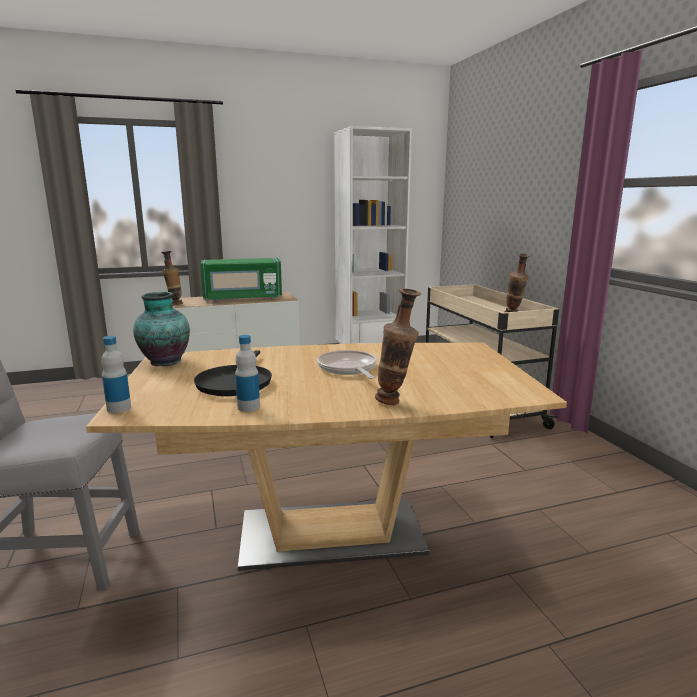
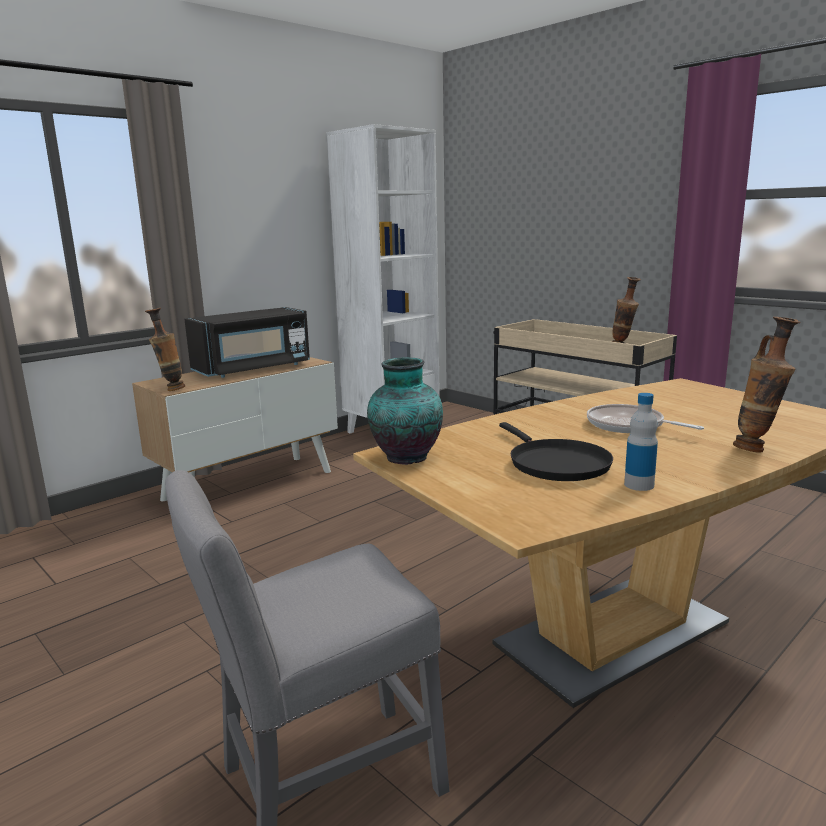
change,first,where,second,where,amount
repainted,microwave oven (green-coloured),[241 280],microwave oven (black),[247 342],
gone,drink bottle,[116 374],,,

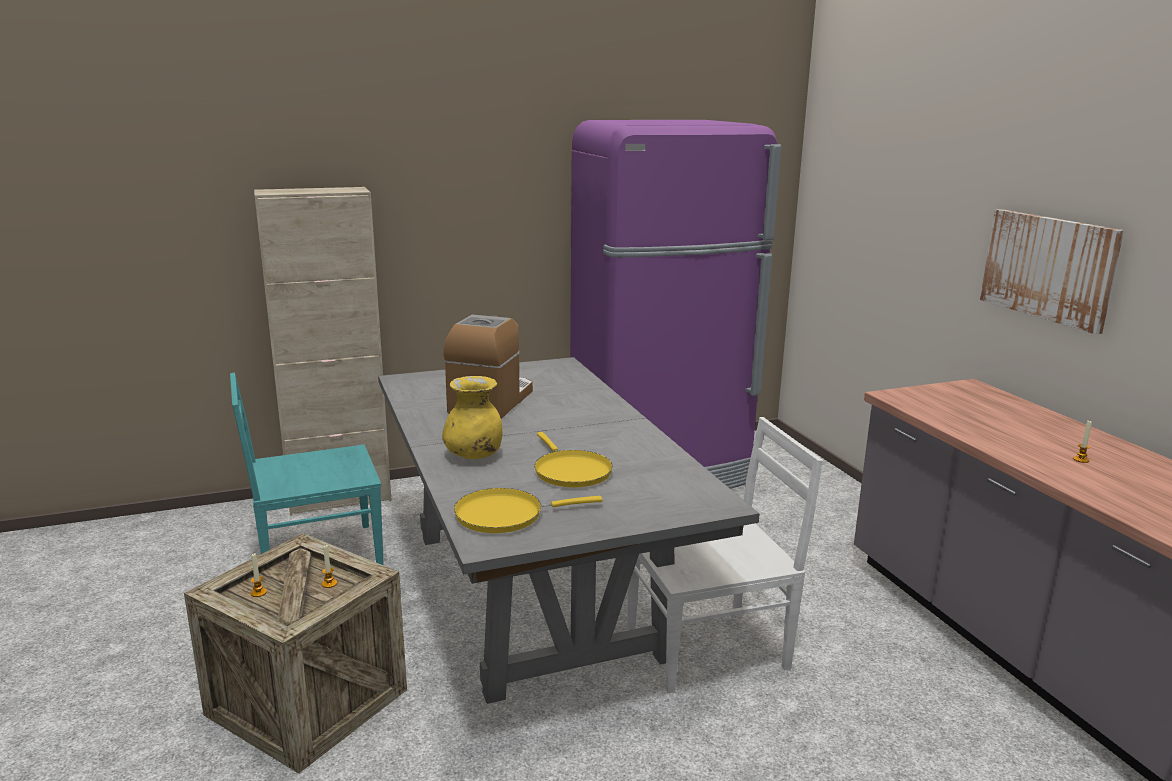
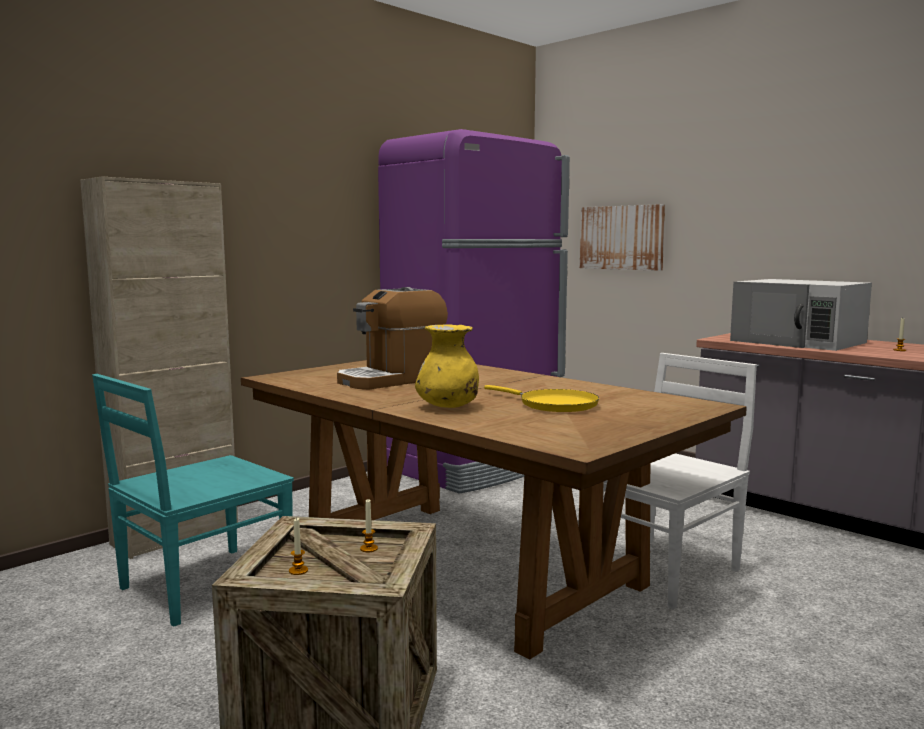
change,first,where,second,where,amount
shifted,picture,[1052 271],,[622 237],
rotated,coffee brewer,[488 367],,[392 338],120 degrees counterclockwise
repainted,dining table (grey),[569 530],dining table (brownish),[494 509],
gone,frying pan (yellow),[528 510],,,
new,,,microwave oven (white),[801 315],

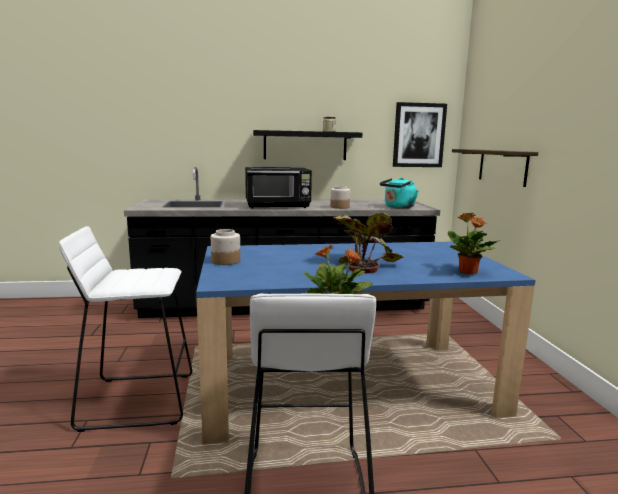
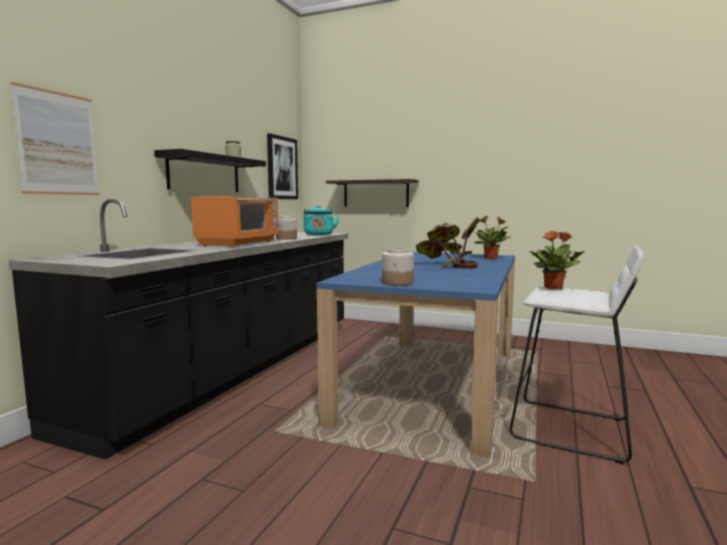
change,first,where,second,where,amount
repainted,microwave oven (black),[278 187],microwave oven (orangey),[235 221],
gone,stool seat (white),[125 329],,,
new,,,picture,[55 138],

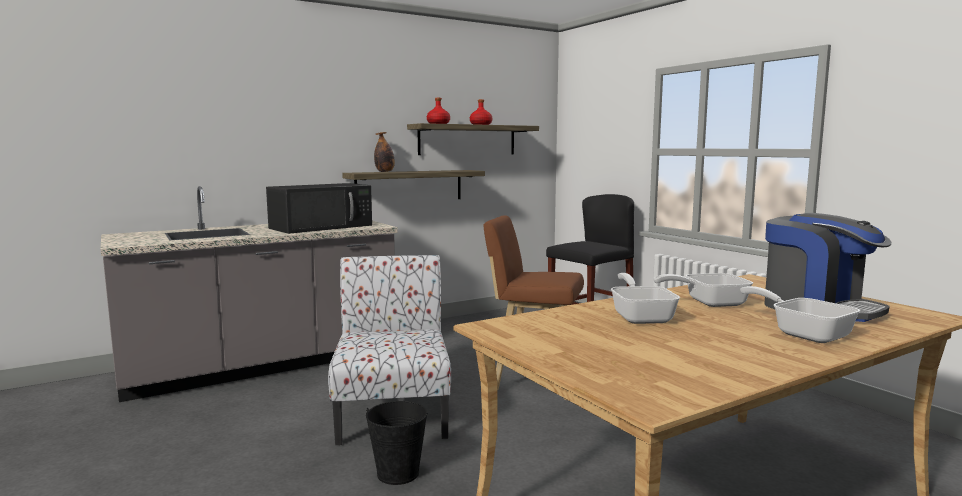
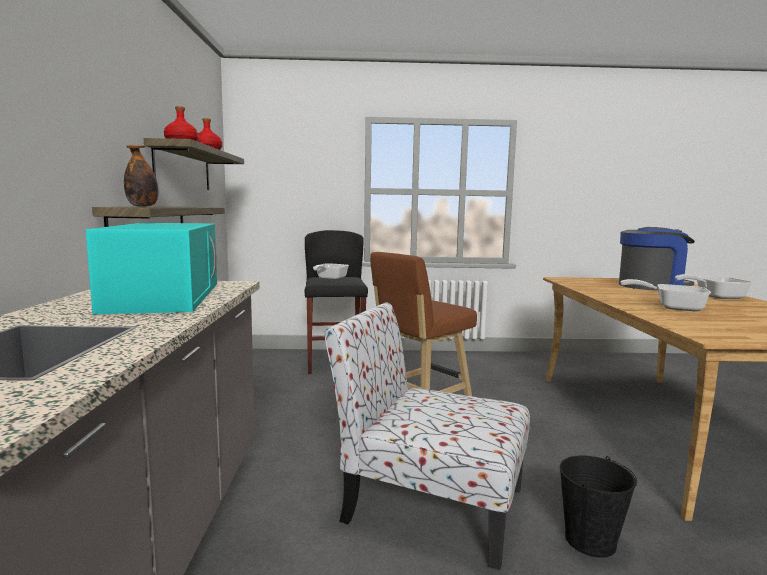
change,first,where,second,where,amount
repainted,microwave oven (black),[319 208],microwave oven (turquoise-coloured),[151 268],
shifted,frying pan,[703 290],,[331 271],

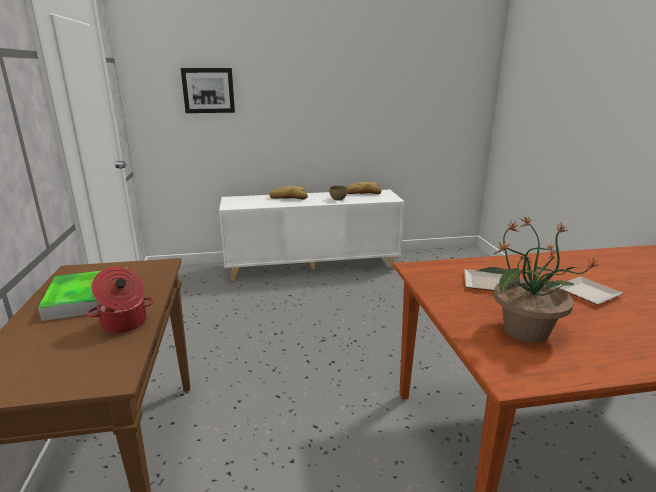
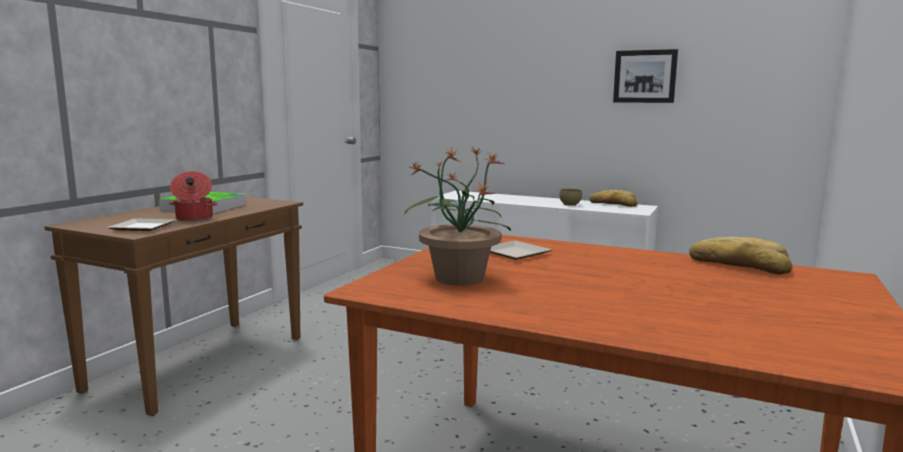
change,first,where,second,where,amount
shifted,picture,[208 90],,[645 76],
shifted,bread,[289 192],,[740 256],
shifted,flat dish,[589 291],,[142 224],

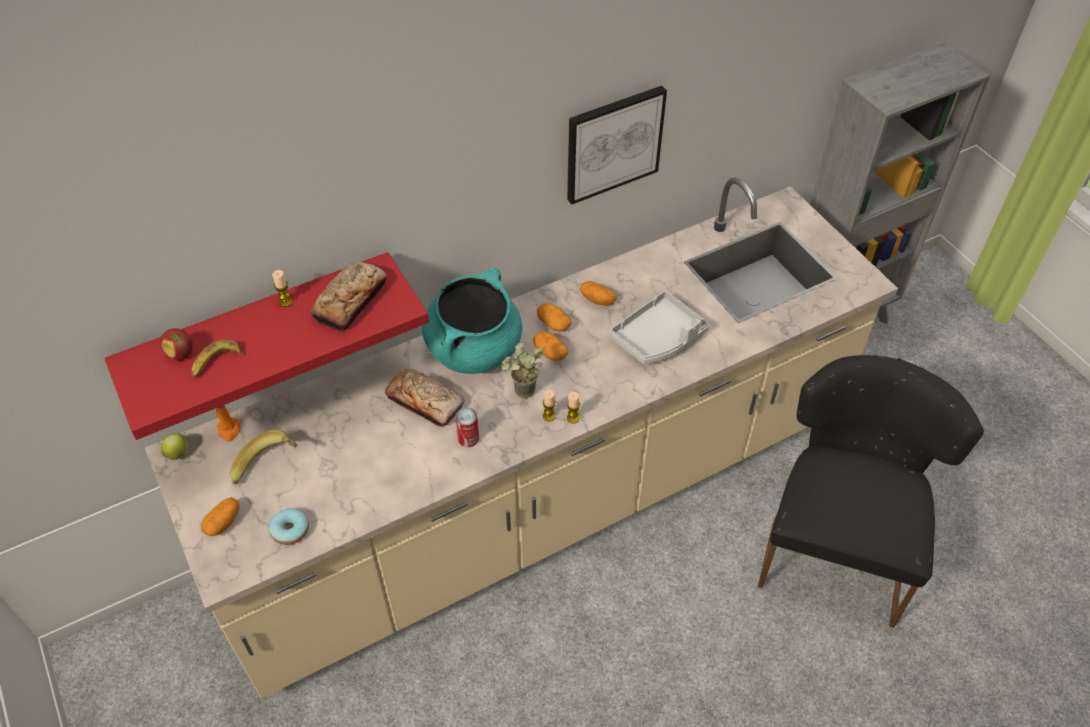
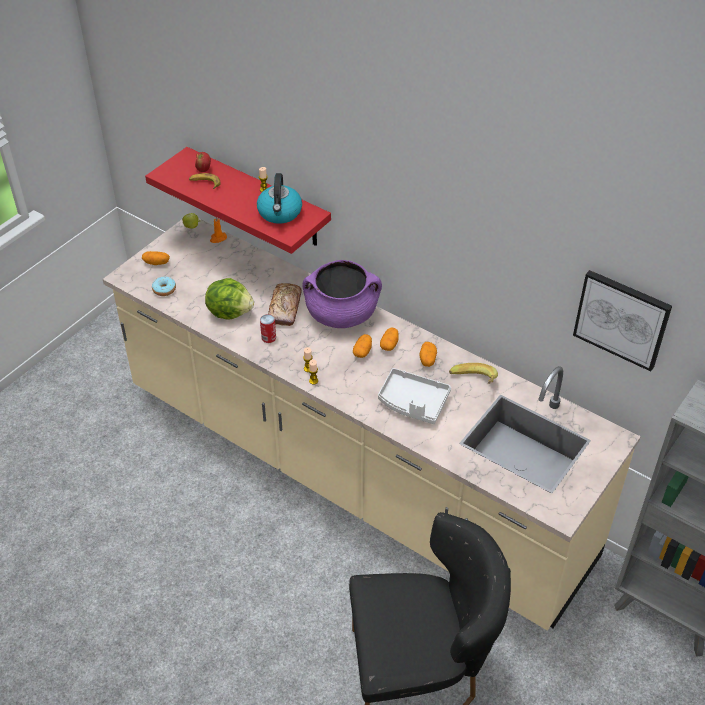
change,first,where,second,where,amount
shifted,picture,[617 145],,[622 320],
swapped,bread,[349 297],tea kettle,[279 198],
repainted,saucepot (turquoise-coloured),[472 321],saucepot (purple),[342 294],
gone,plant in a pot,[523 370],,,
shifted,banana,[264 456],,[473 373],
new,,,head of lettuce,[229 299],

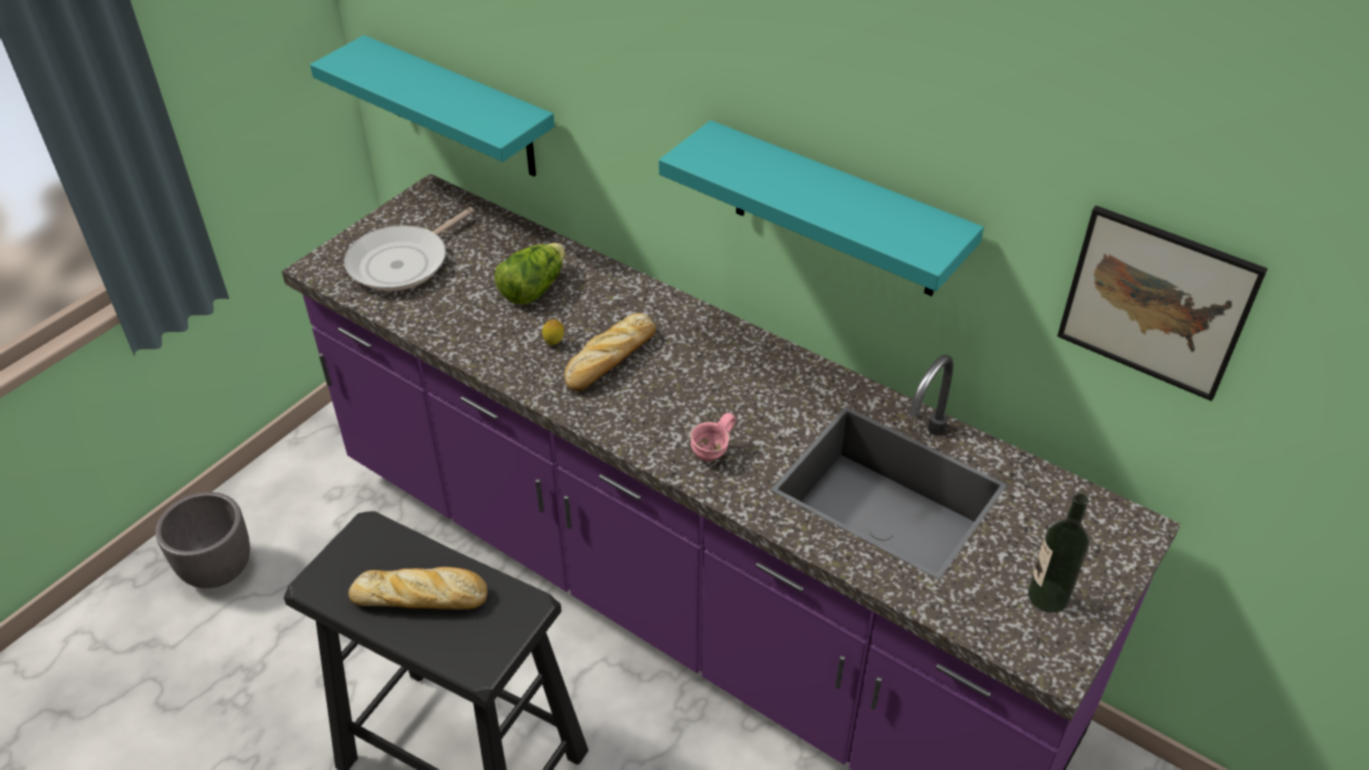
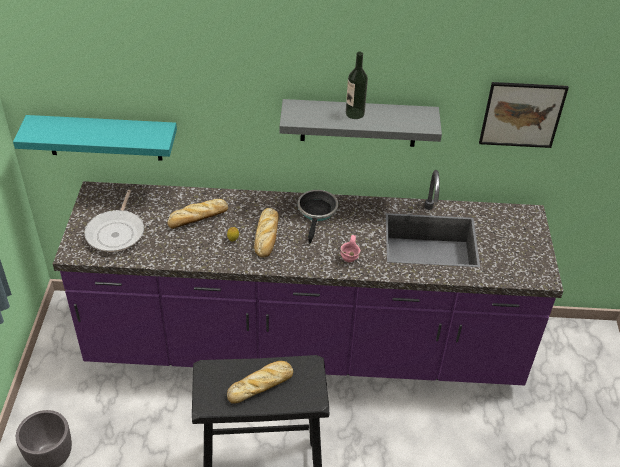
change,first,where,second,where,amount
repainted,wall shelf (turquoise-coloured),[821 208],wall shelf (grey),[360 123],
swapped,head of lettuce,[529 274],bread,[197 214],
shifted,drink bottle,[1058 553],,[357 85],
new,,,frying pan,[318 217],

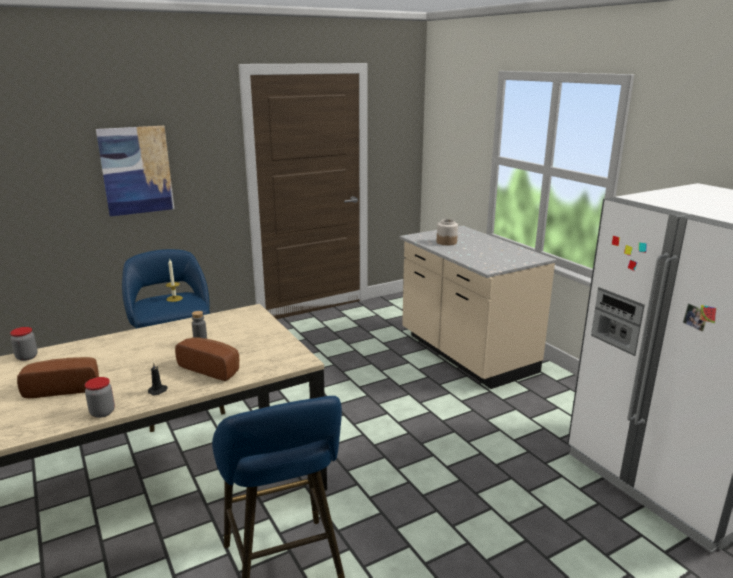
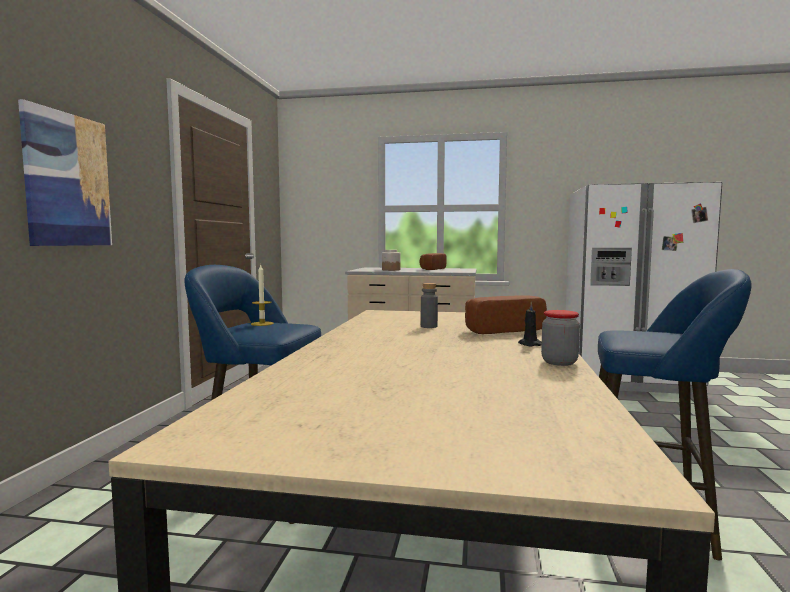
change,first,where,second,where,amount
gone,preserve jar,[24 344],,,
shifted,bread,[58 377],,[432 261],

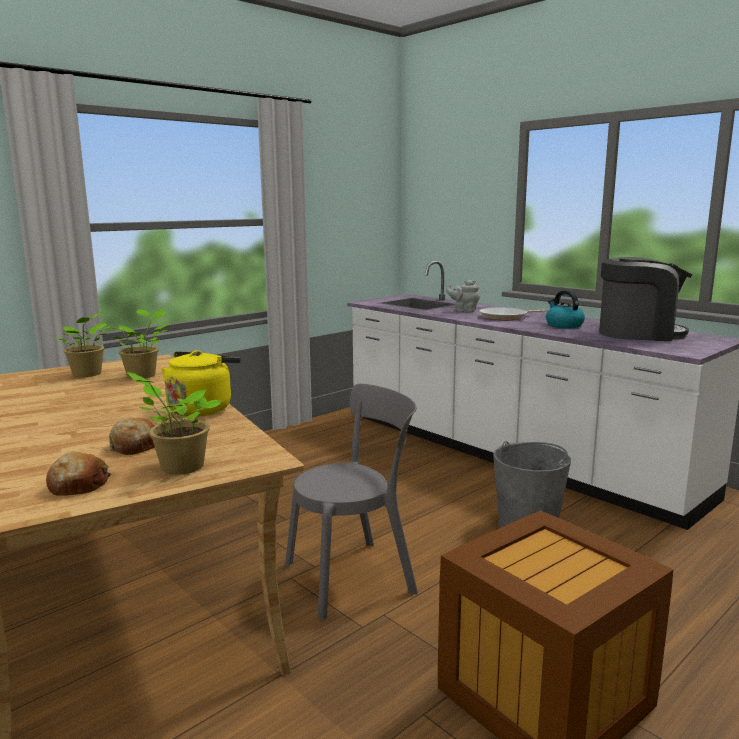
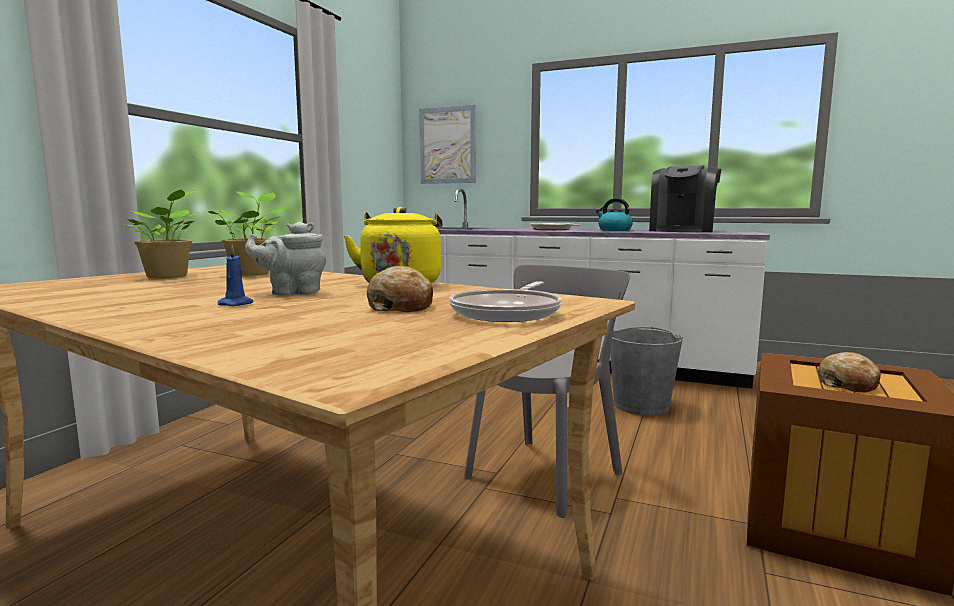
change,first,where,second,where,amount
rotated,coffee brewer,[645 299],,[685 198],135 degrees clockwise
shifted,teapot (grey),[463 296],,[285 259],
swapped,plant in a pot,[174 423],frying pan,[505 301],
shifted,bread,[78 473],,[849 372],
new,,,picture,[447 144],
new,,,candle (blue-coloured),[235 275],

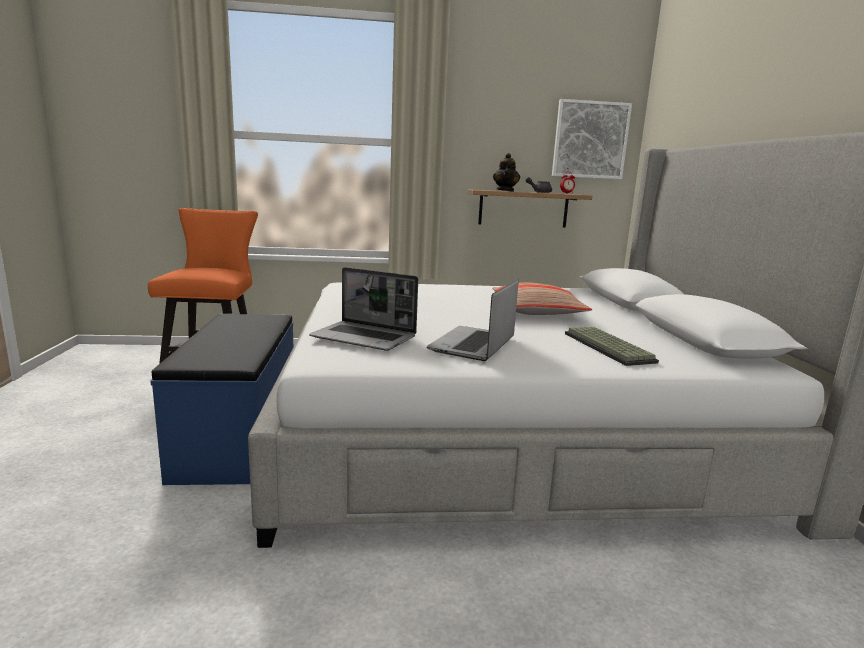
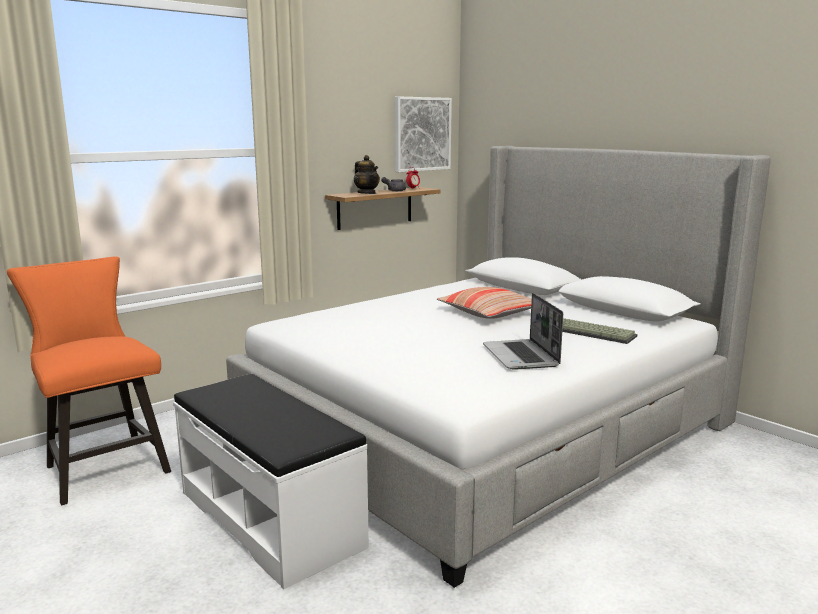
change,first,where,second,where,amount
gone,notebook computer,[363 309],,,
repainted,long seat (blue-coloured),[221 399],long seat (white),[271 481],

